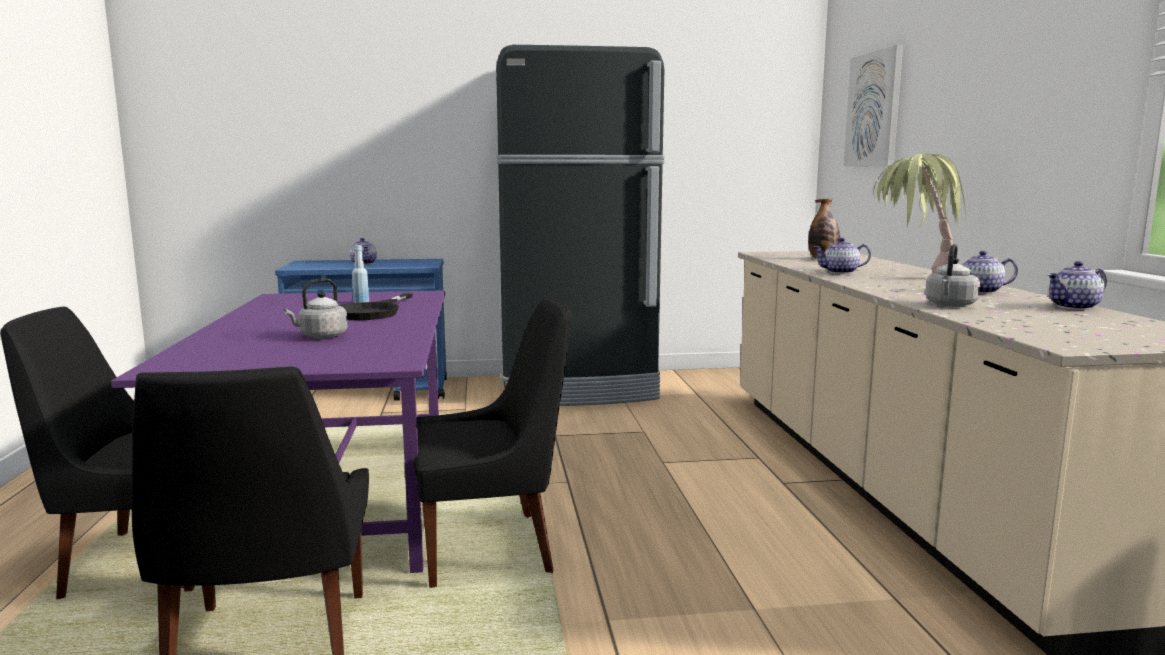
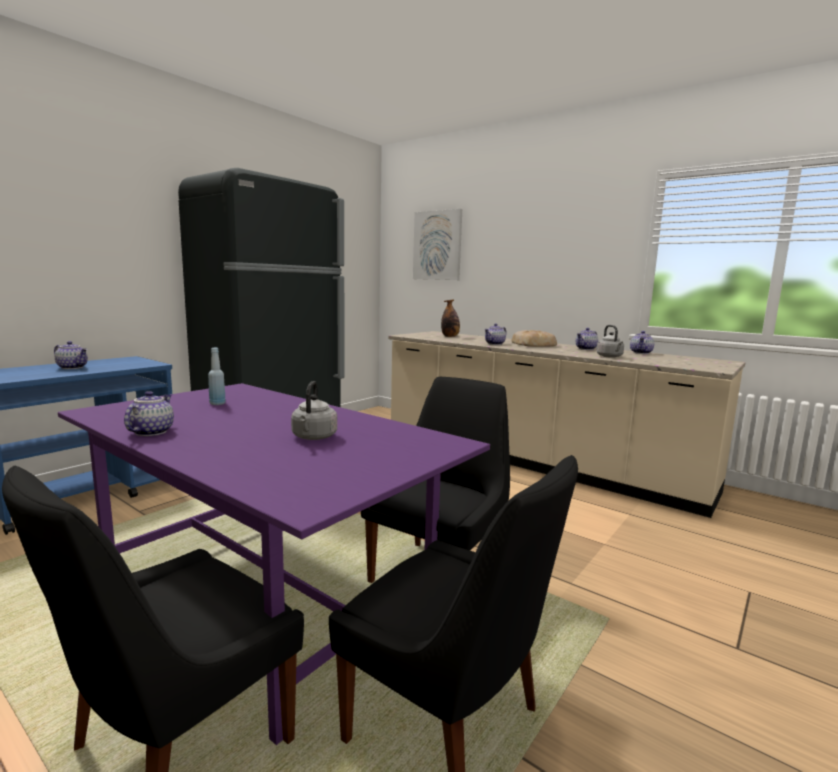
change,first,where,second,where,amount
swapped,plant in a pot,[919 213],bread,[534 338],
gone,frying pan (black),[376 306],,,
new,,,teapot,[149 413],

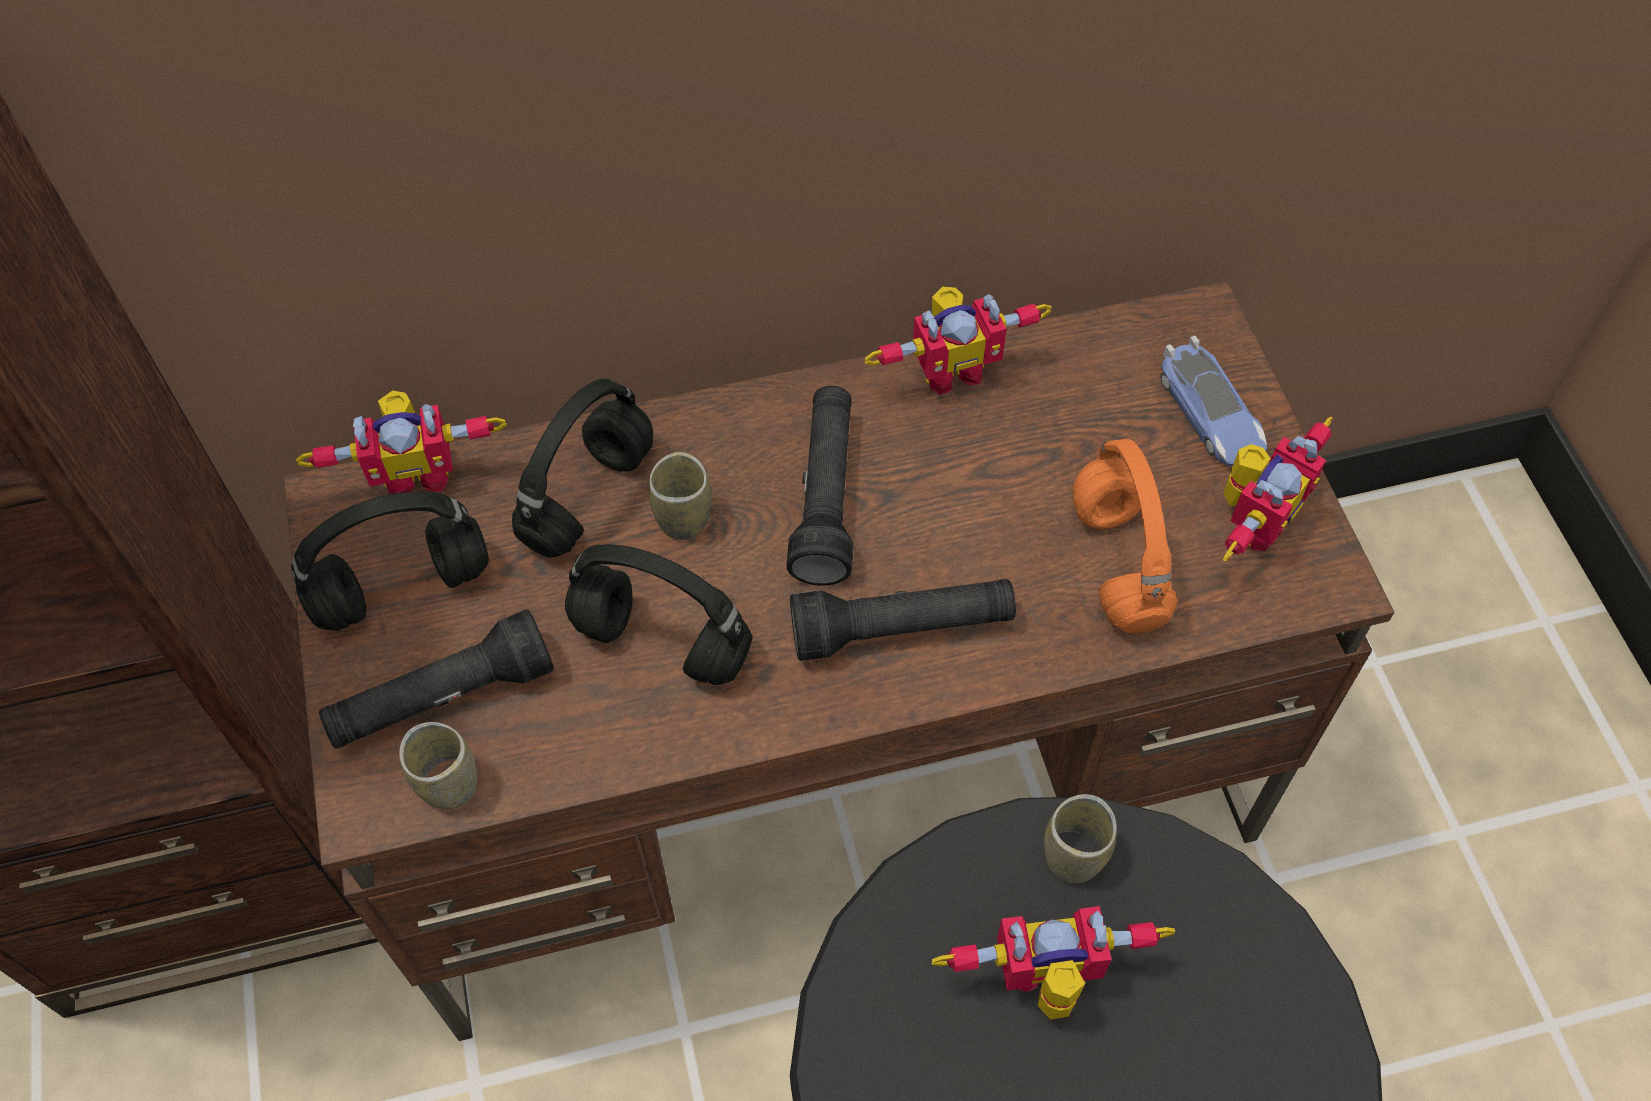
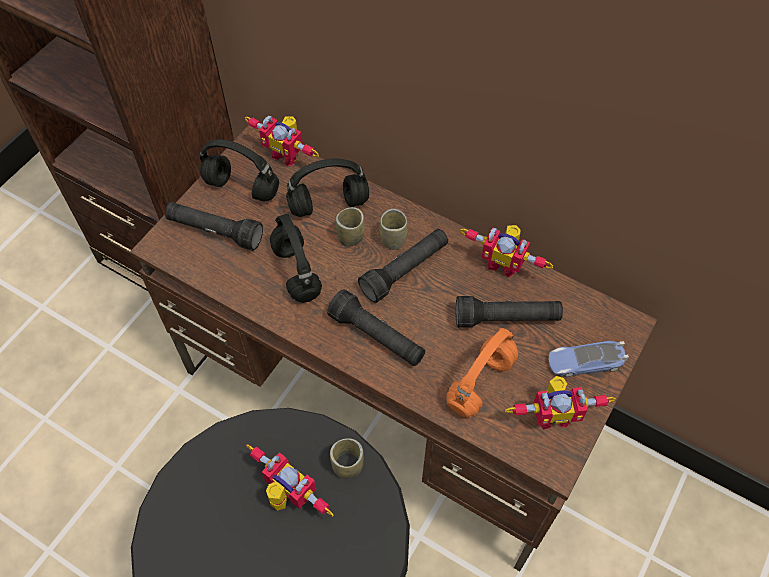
change,first,where,second,where,amount
rotated,toy car,[1214 400],,[588 359],60 degrees clockwise
shifted,drinking cup,[438 765],,[393 229],
new,,,hand torch (black),[509 311],

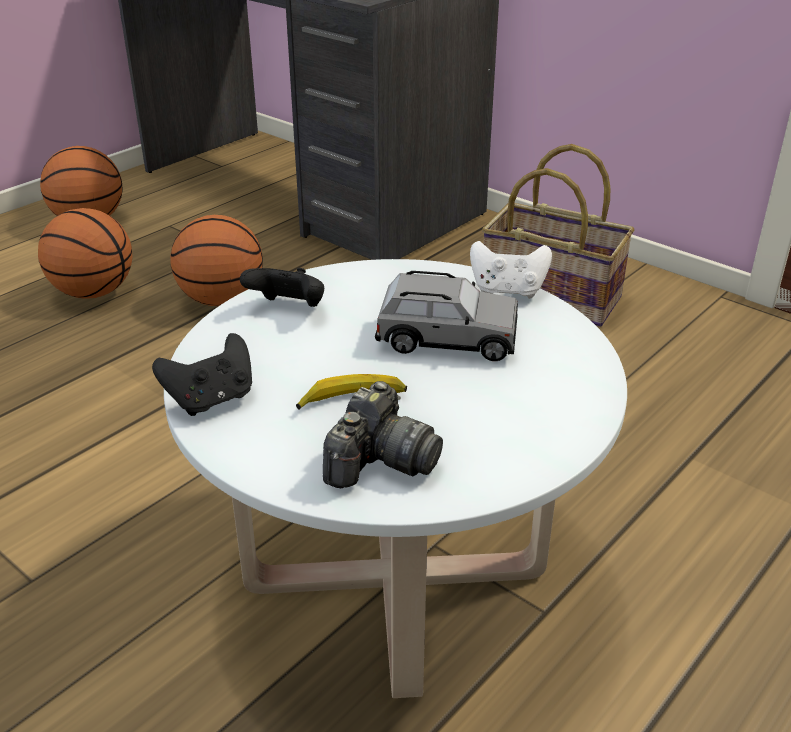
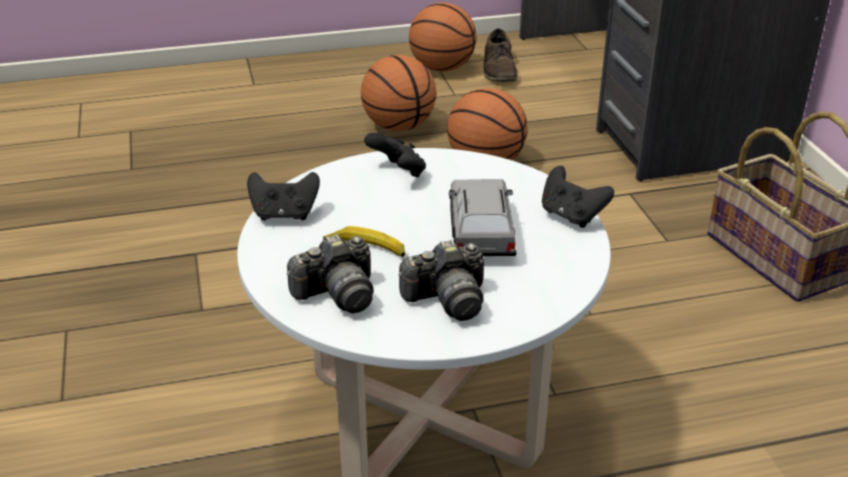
change,first,where,second,where,amount
repainted,joypad (white),[511 270],joypad (black),[578 197],
rotated,toy car (grey),[446 316],,[482 217],135 degrees counterclockwise
new,,,shoe (brownish),[500 55],
new,,,photo camera,[441 280],

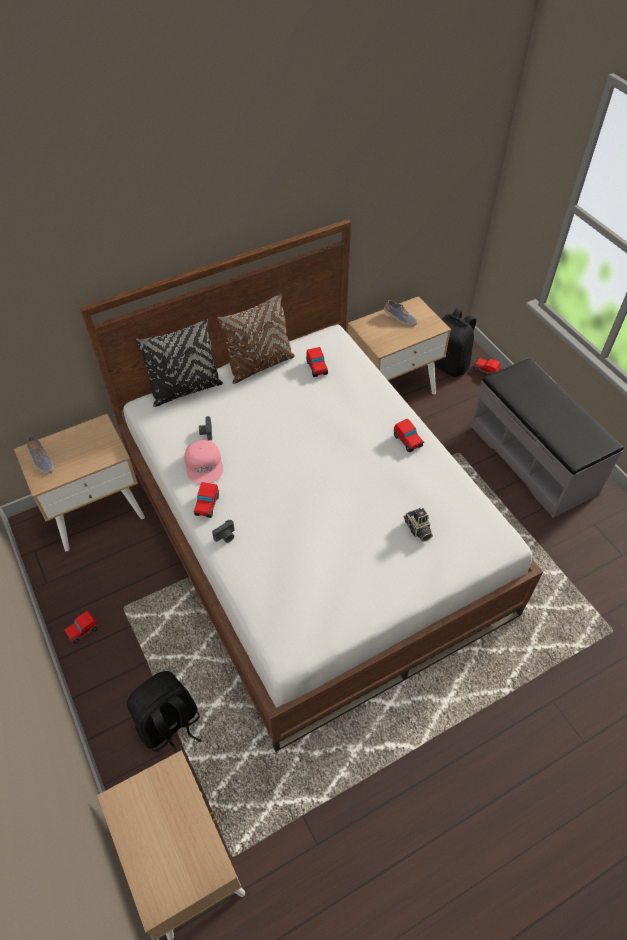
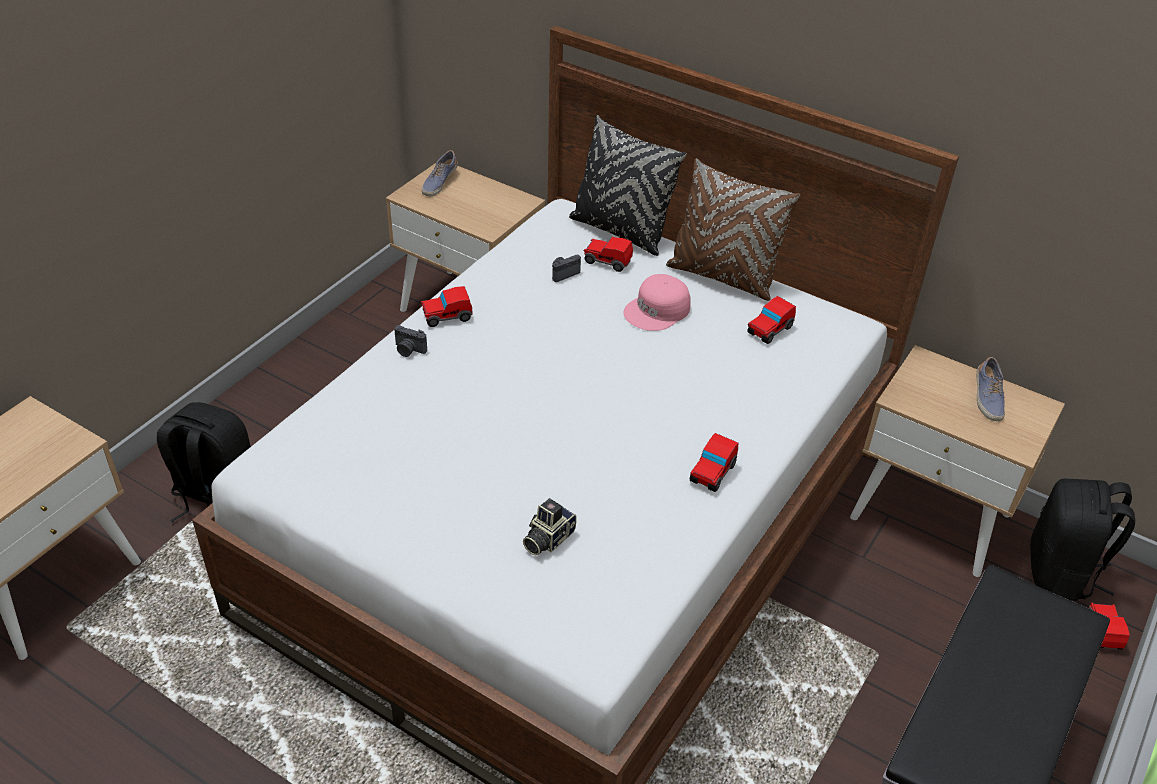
change,first,where,second,where,amount
shifted,peaked cap (pink-coloured),[203 462],,[657 302],
shifted,toy car,[81 627],,[608 254],

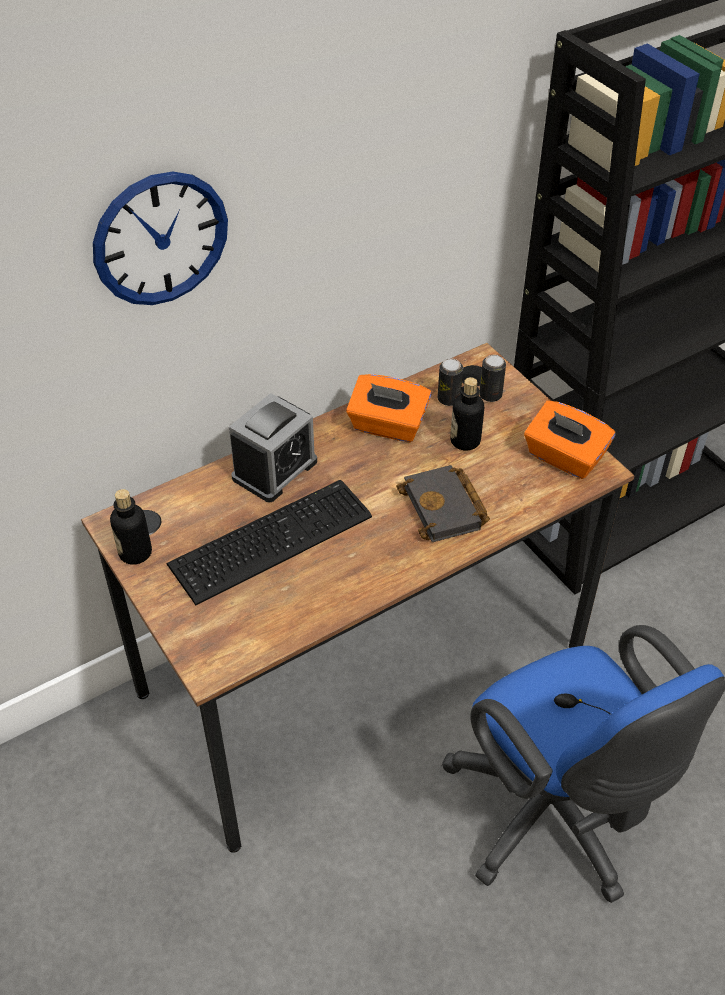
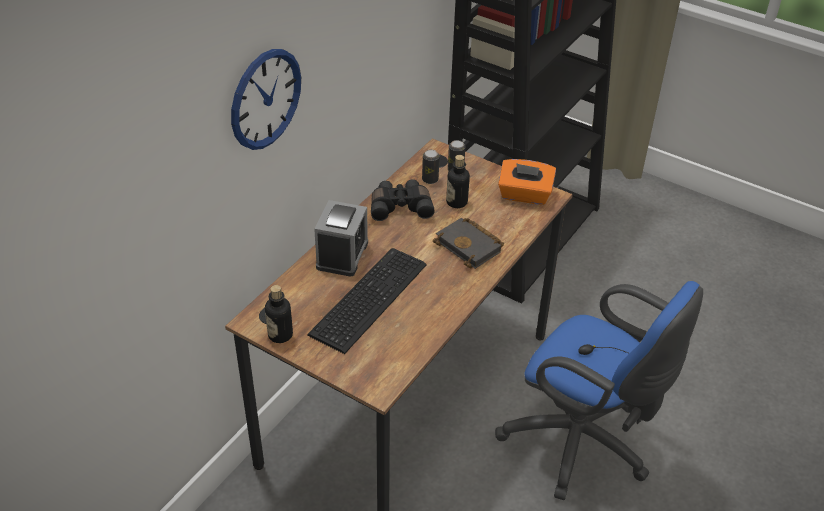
change,first,where,second,where,amount
swapped,tissue holder (orangey),[388 408],binoculars (black),[403 200],

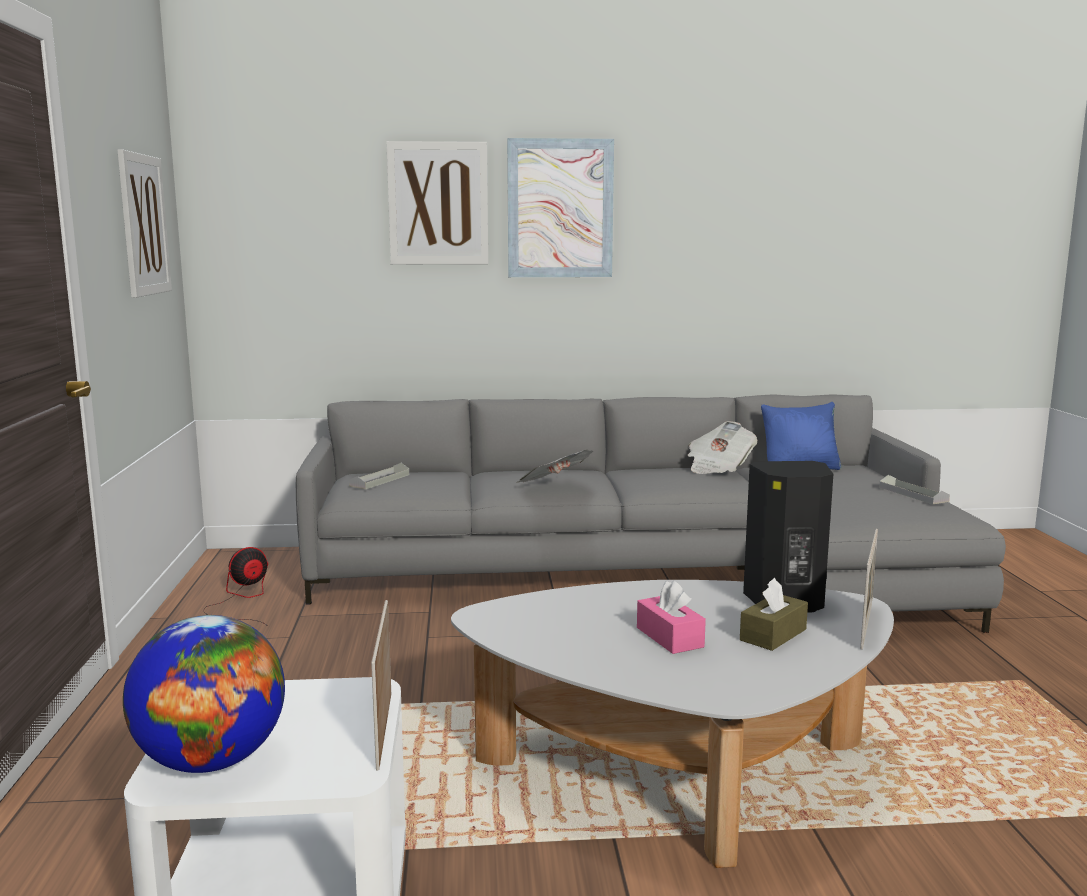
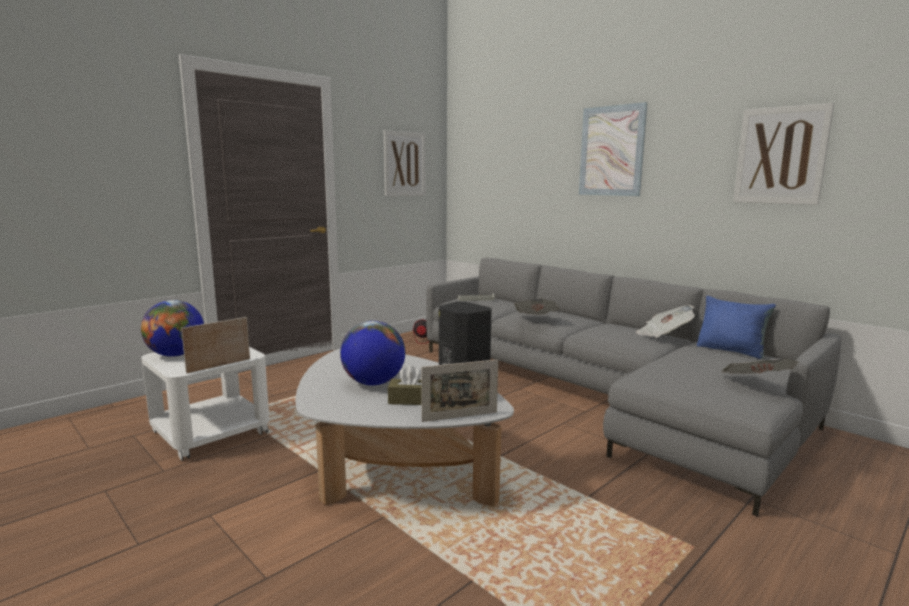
change,first,where,second,where,amount
shifted,picture,[437 202],,[783 154],
swapped,serving tray (grey),[914 489],newspaper,[760 366],
swapped,tissue holder (pink-coloured),[671 617],world globe,[372 353],

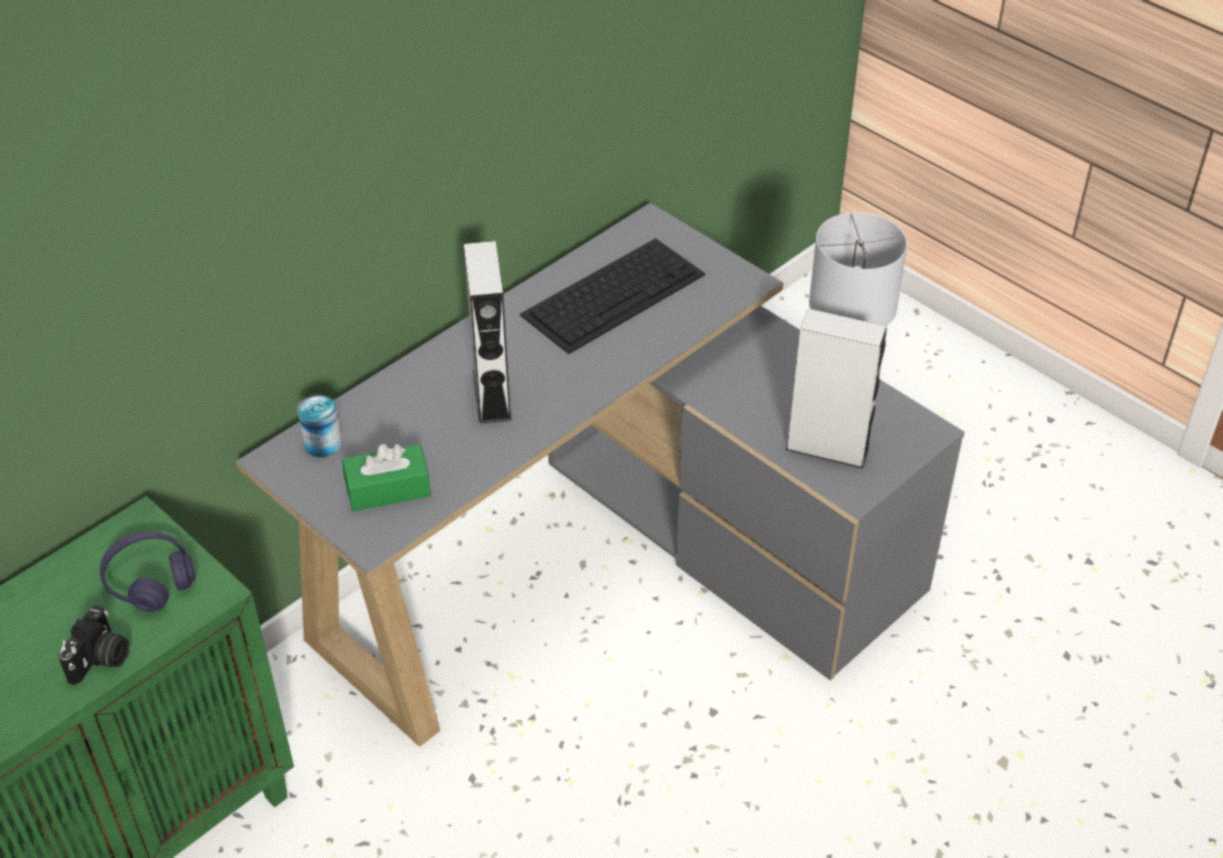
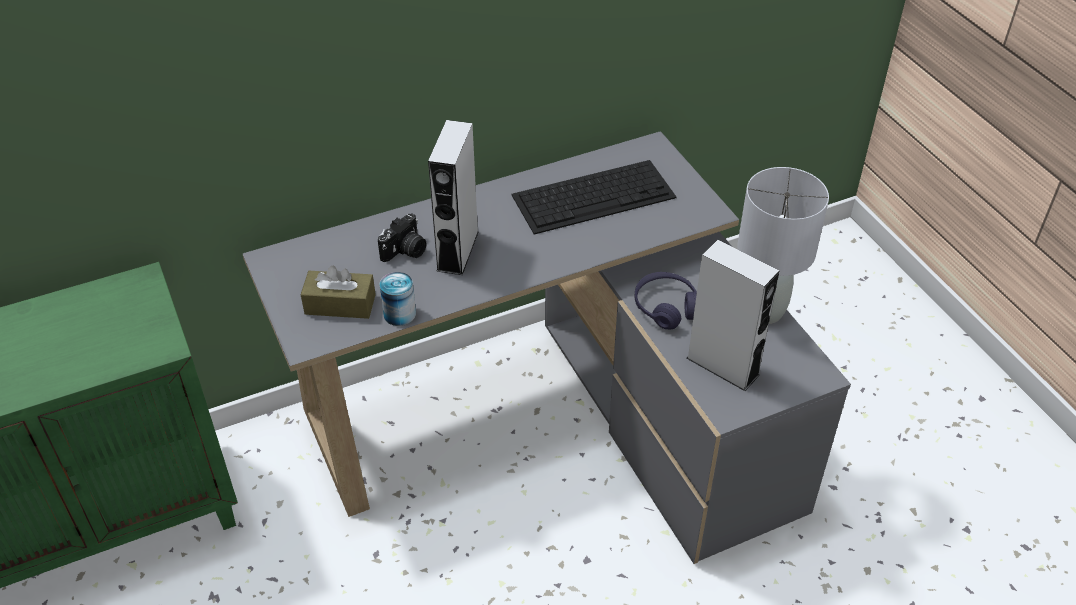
change,first,where,second,where,amount
shifted,sealed can,[320 426],,[397 299],
repainted,tissue holder (green-coloured),[386 478],tissue holder (brownish),[338 292],
shifted,pair of headphones (purple),[148 572],,[665 300],
shifted,photo camera,[94 645],,[402 237],

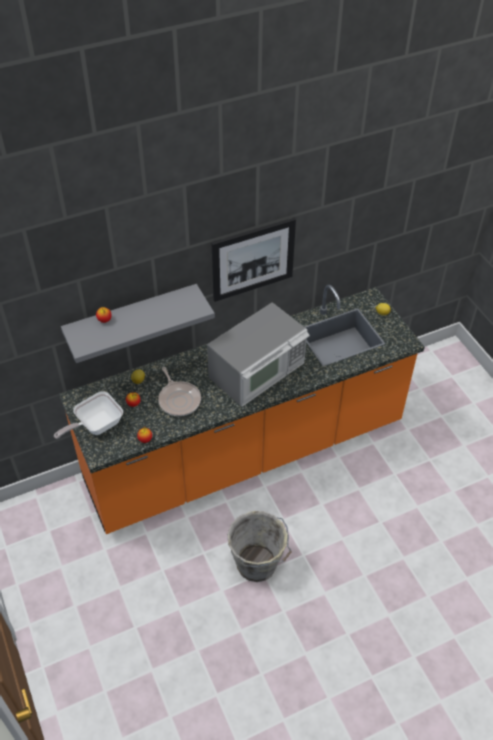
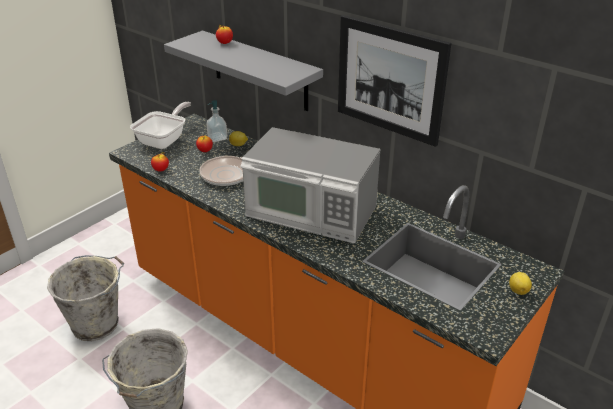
change,first,where,second,where,amount
rotated,frying pan,[88 415],,[160 125],90 degrees clockwise
new,,,soap bottle,[217 121],
new,,,bucket (grey),[85 298],

